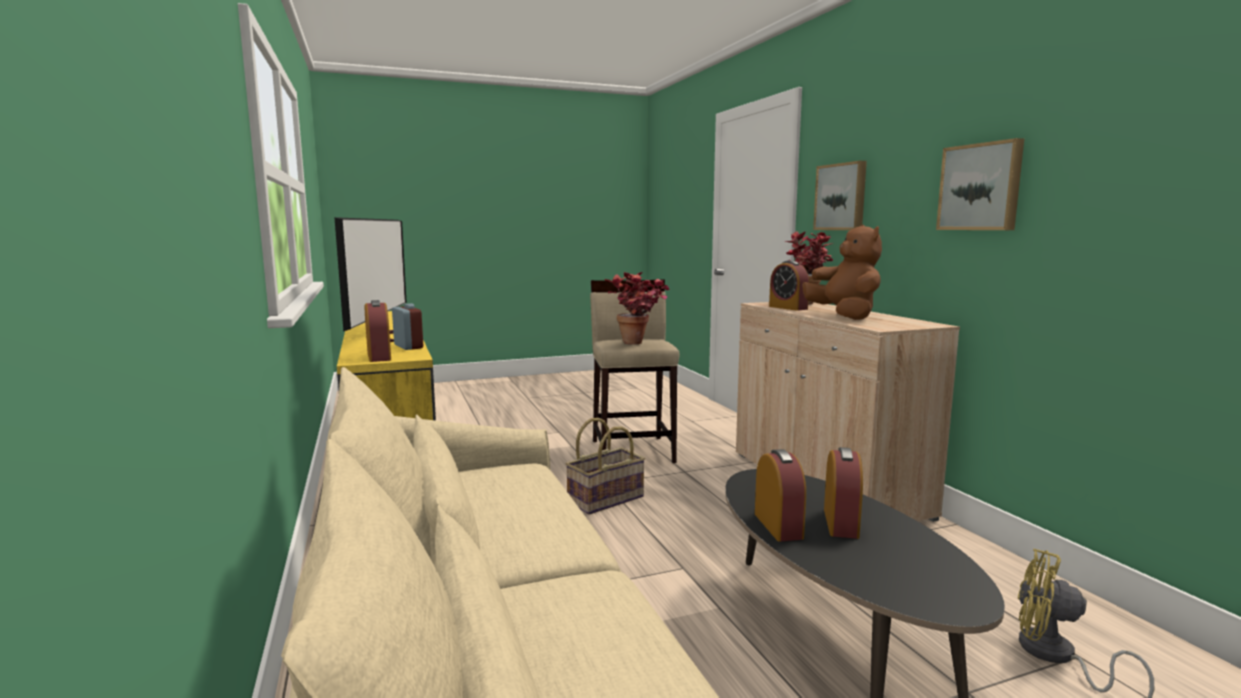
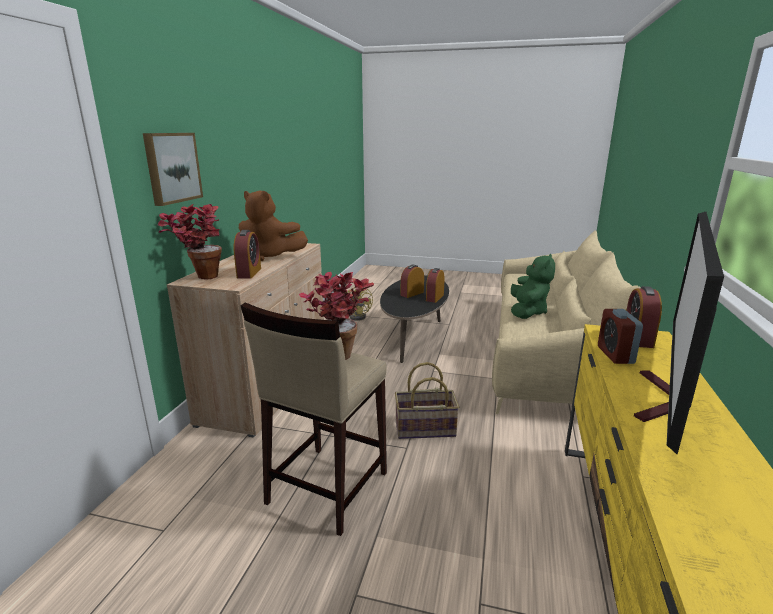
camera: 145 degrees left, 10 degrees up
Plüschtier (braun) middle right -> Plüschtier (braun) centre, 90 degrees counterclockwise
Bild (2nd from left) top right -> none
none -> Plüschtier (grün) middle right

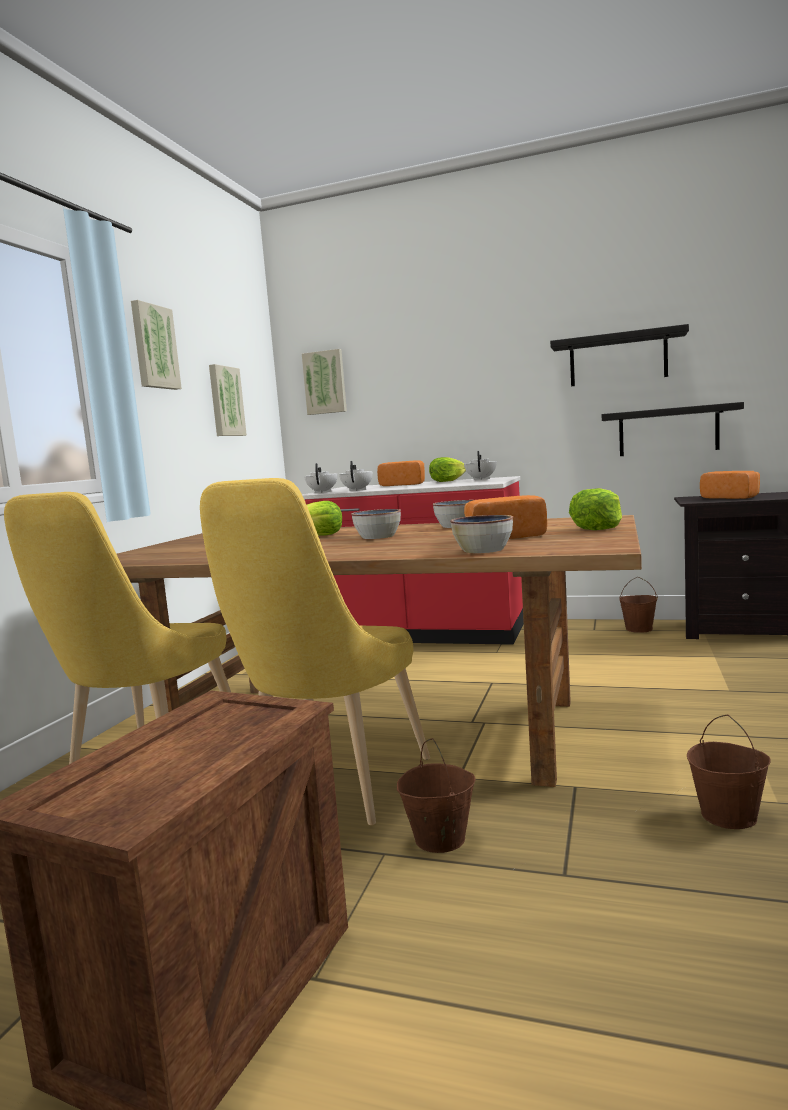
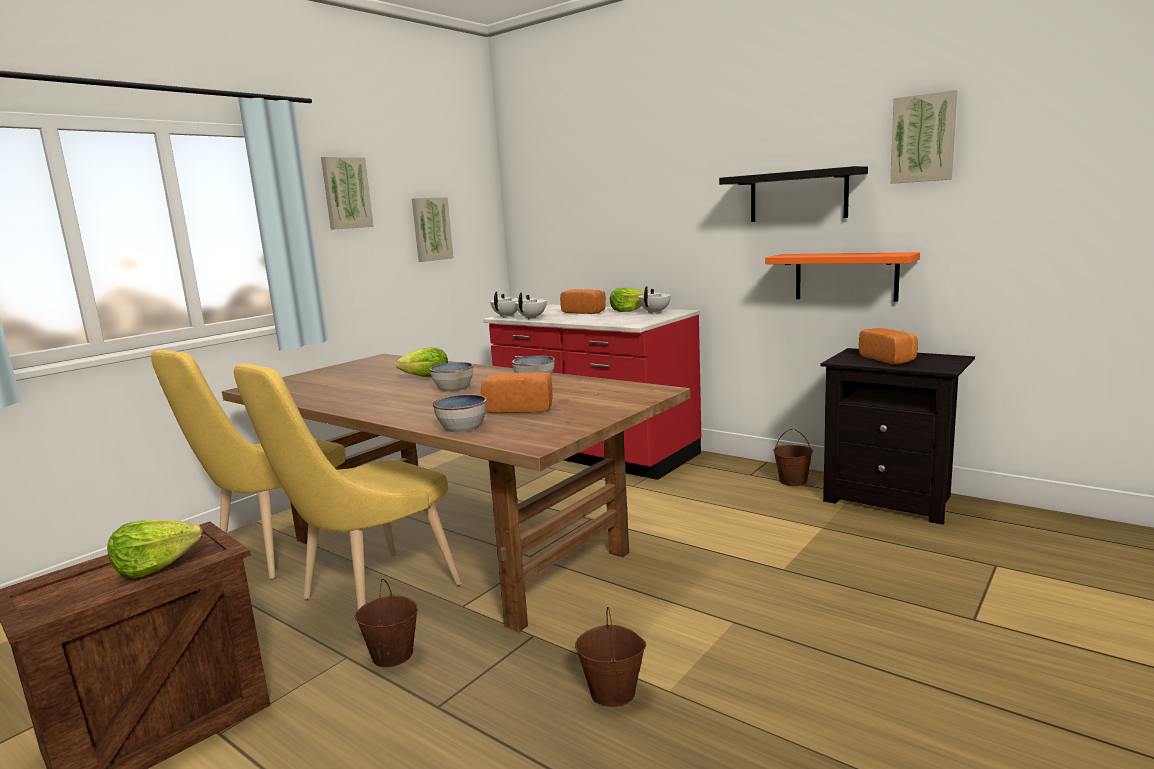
camera: 20 degrees right, 5 degrees up
Bild (3rd from left) centre -> Bild (3rd from left) top right, moved
Salatkopf (3rd from left in the first image) middle right -> Salatkopf (1st from left) bottom left, moved
Wandregal (schwarz) (2nd from left) middle right -> Wandregal (orange) middle right

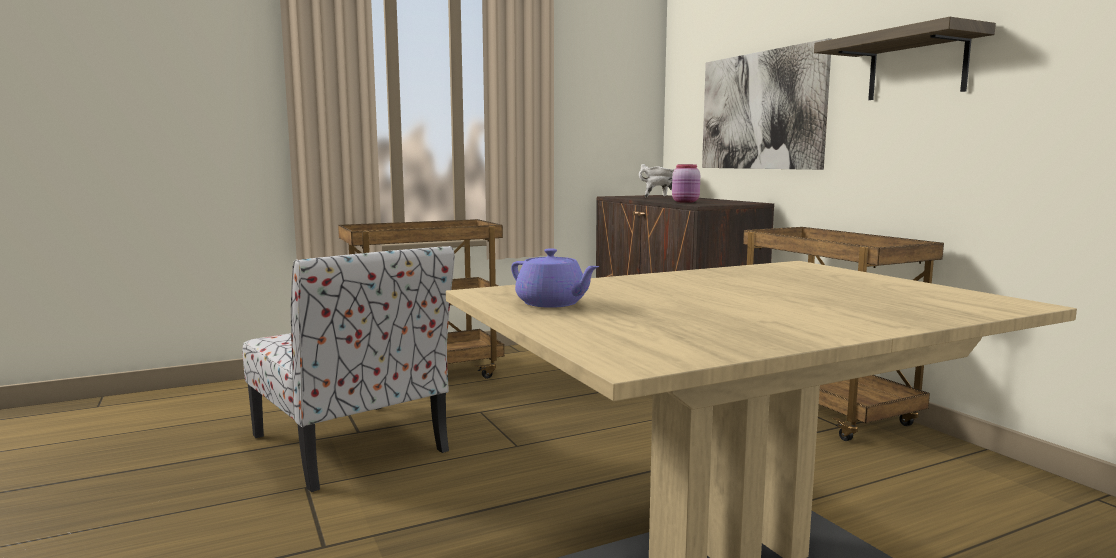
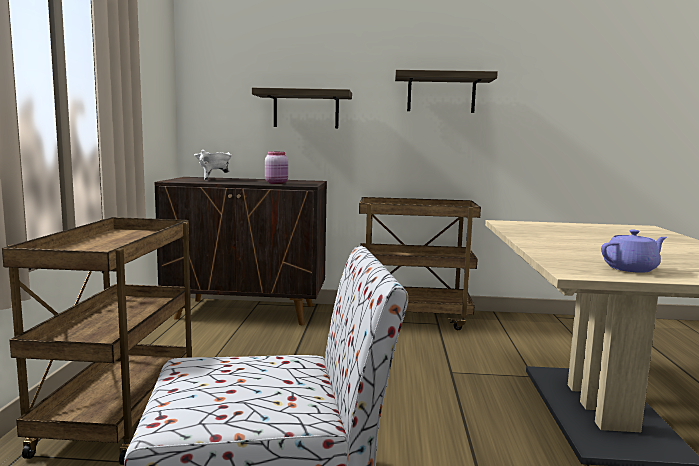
camera: 60 degrees left, 0 degrees up
Bild top right -> Wandregal (1st from left) top centre

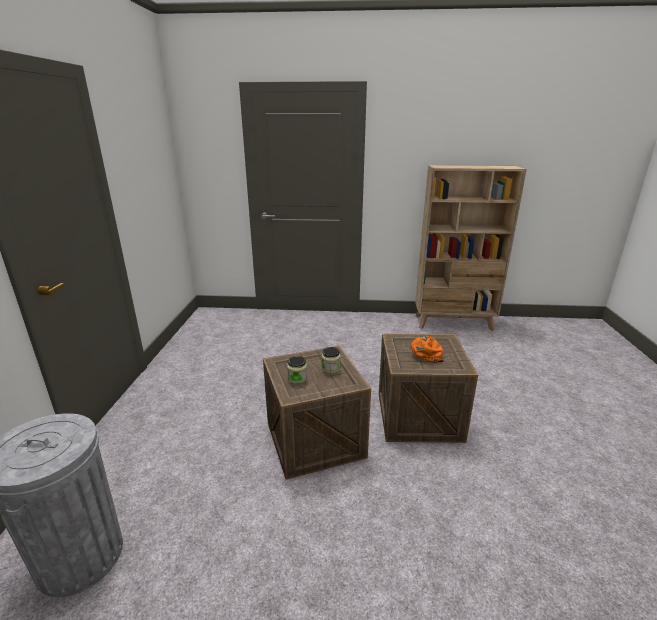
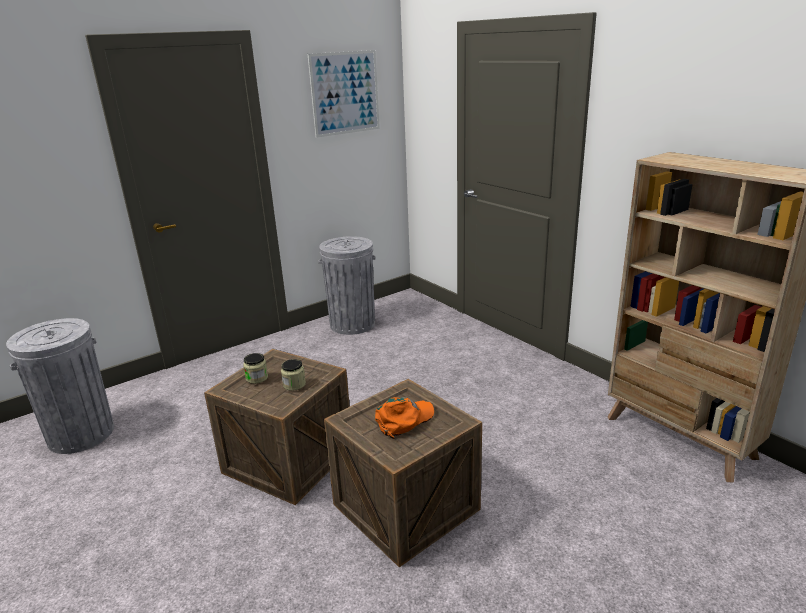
camera: 50 degrees right, 0 degrees up
none -> Bild top centre
none -> Mülleimer (grau) (2nd from left) centre

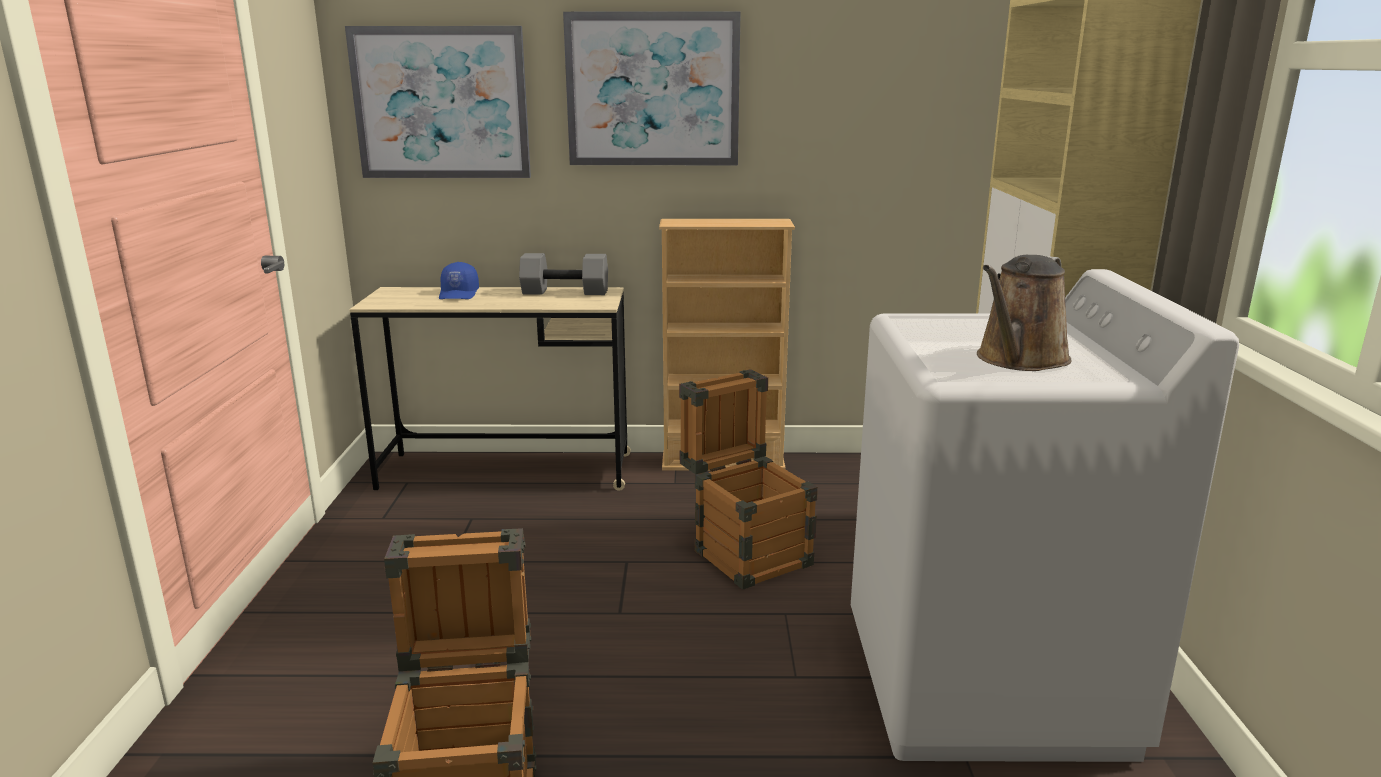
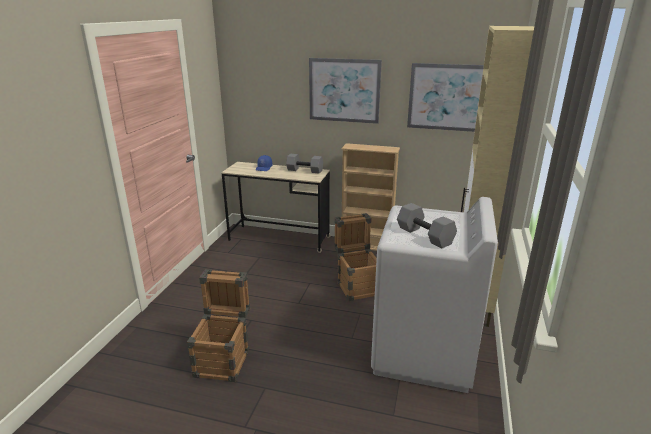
camera: 15 degrees right, 5 degrees up
Bild (1st from left in the first image) top left -> Bild (2nd from left) top right, moved
Gießkanne (braun) middle right -> Hantel (grau) (2nd from left) centre

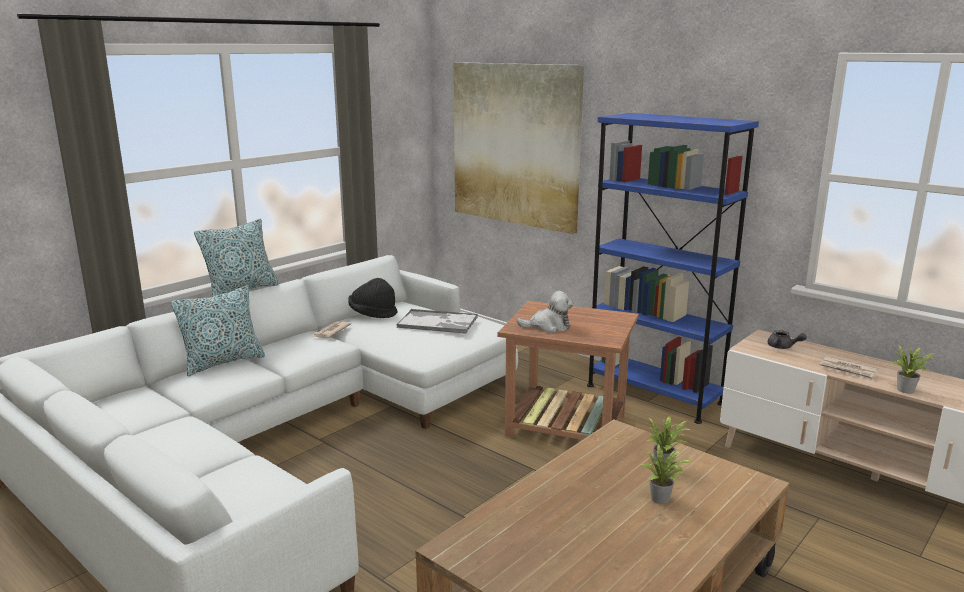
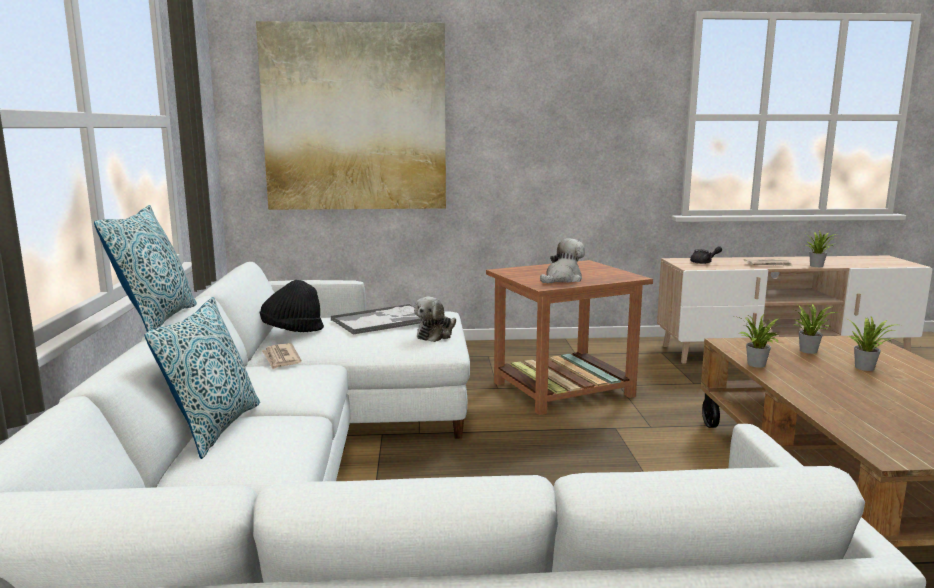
camera: 45 degrees left, 5 degrees down
Bücherregal (blau) middle right -> none
none -> Plüschtier (1st from left) centre
none -> Topfpflanze (1st from left) middle right

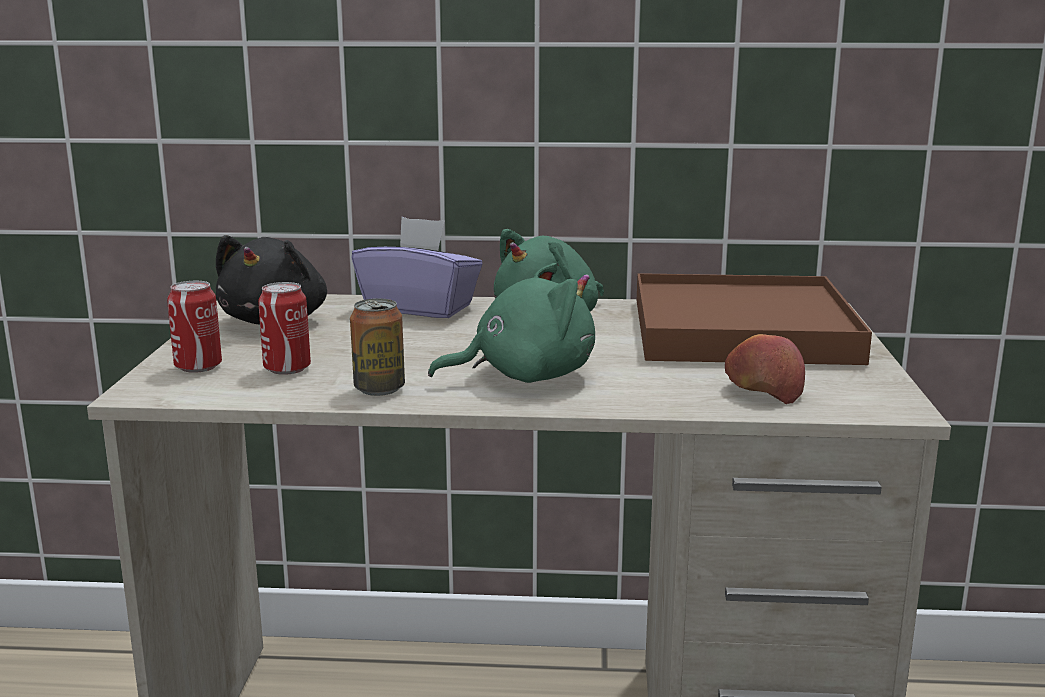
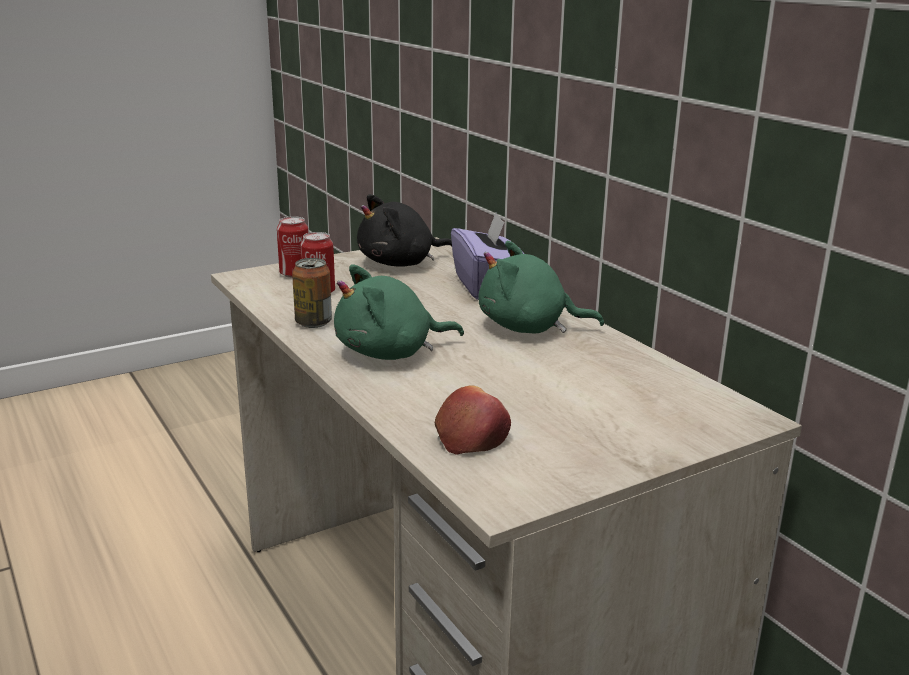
camera: 55 degrees right, 5 degrees up
Plüschtier (grün) (1st from left) centre, 120 degrees clockwise
Tablett (braun) middle right -> none

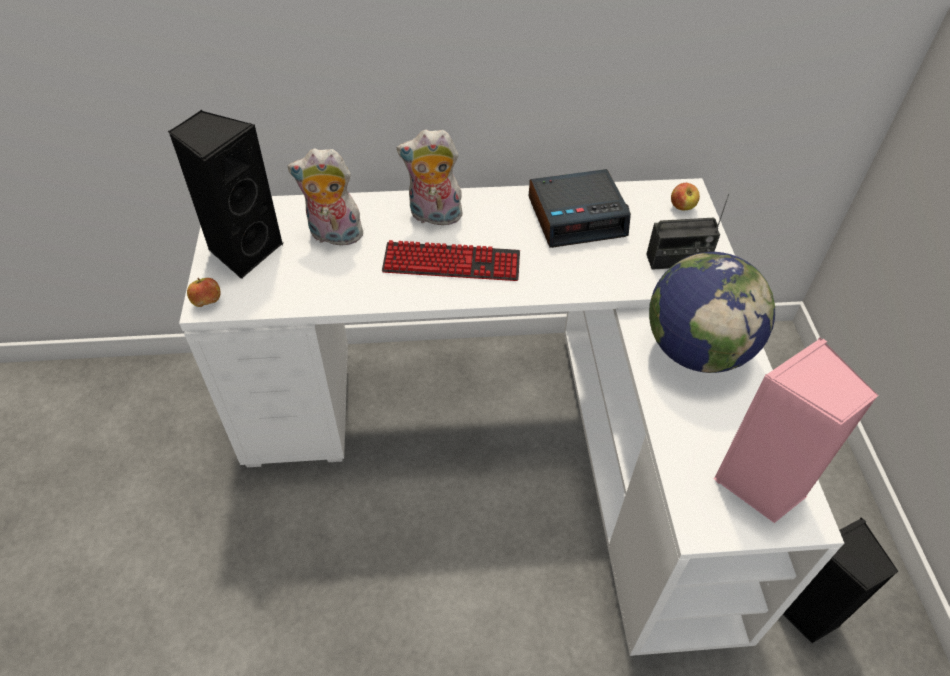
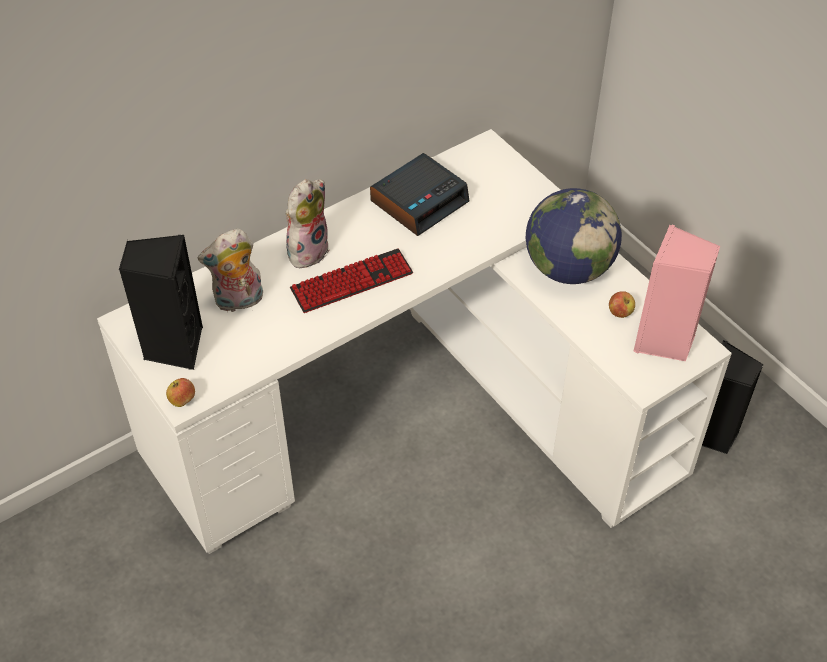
camera: 30 degrees left, 0 degrees up
Plüschtier (2nd from left) top centre -> Plüschtier (2nd from left) centre, 150 degrees clockwise
Radio middle right -> none
Apfel (2nd from left) top right -> Apfel (2nd from left) middle right, moved

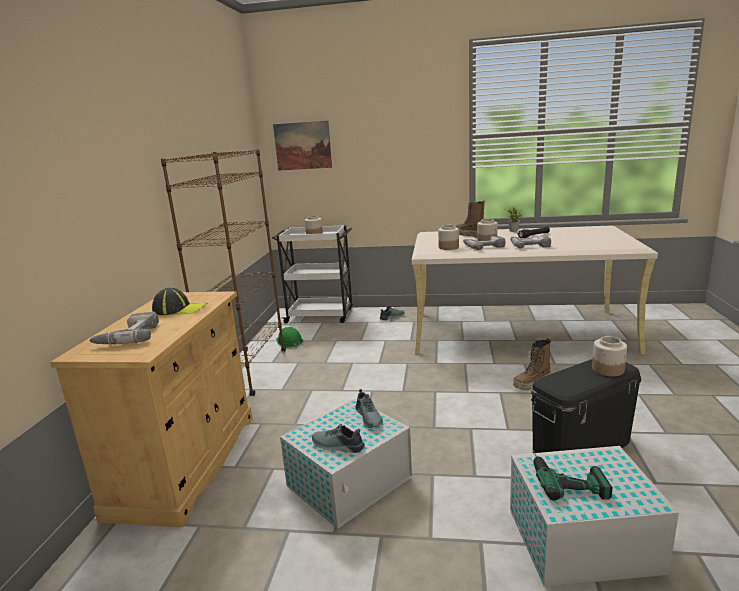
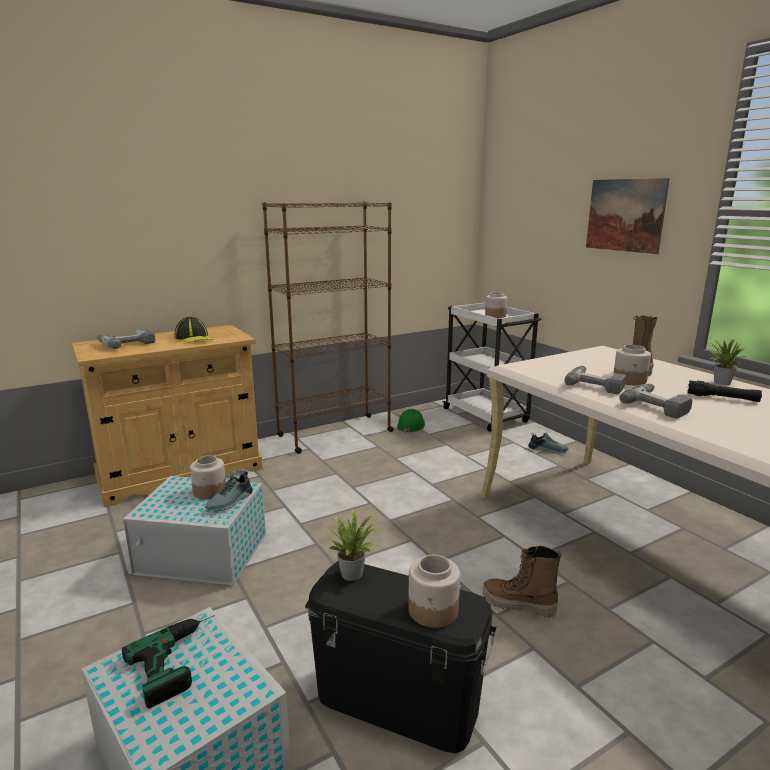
camera: 50 degrees right, 0 degrees up
Bild top centre -> Bild top right, moved
Schuh (1st from left) bottom centre -> none
Vorratsglas (2nd from left in the first image) centre -> Vorratsglas (1st from left) middle left, moved
none -> Topfpflanze (1st from left) bottom centre

